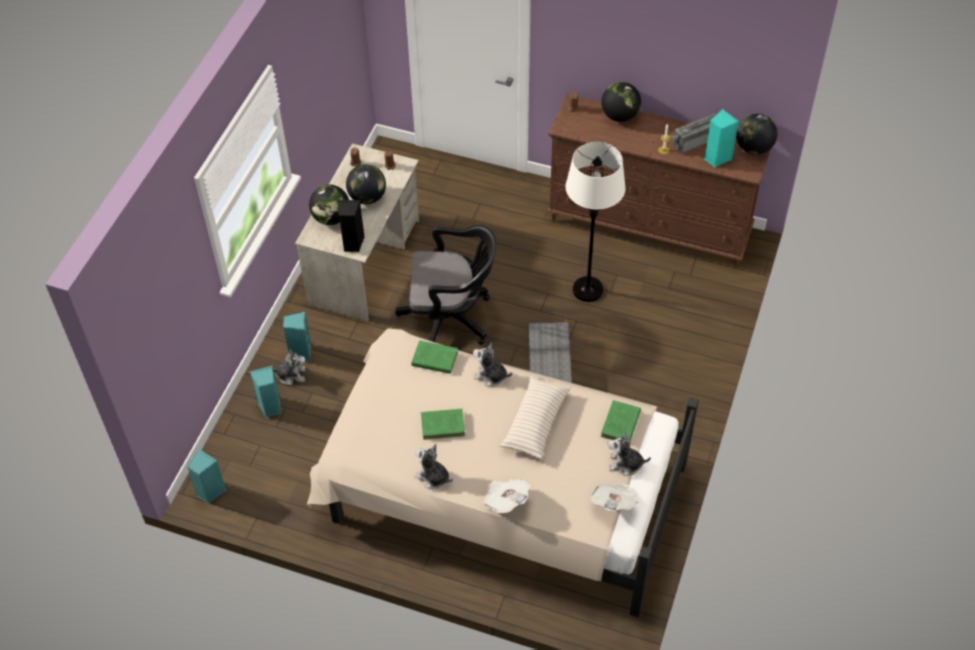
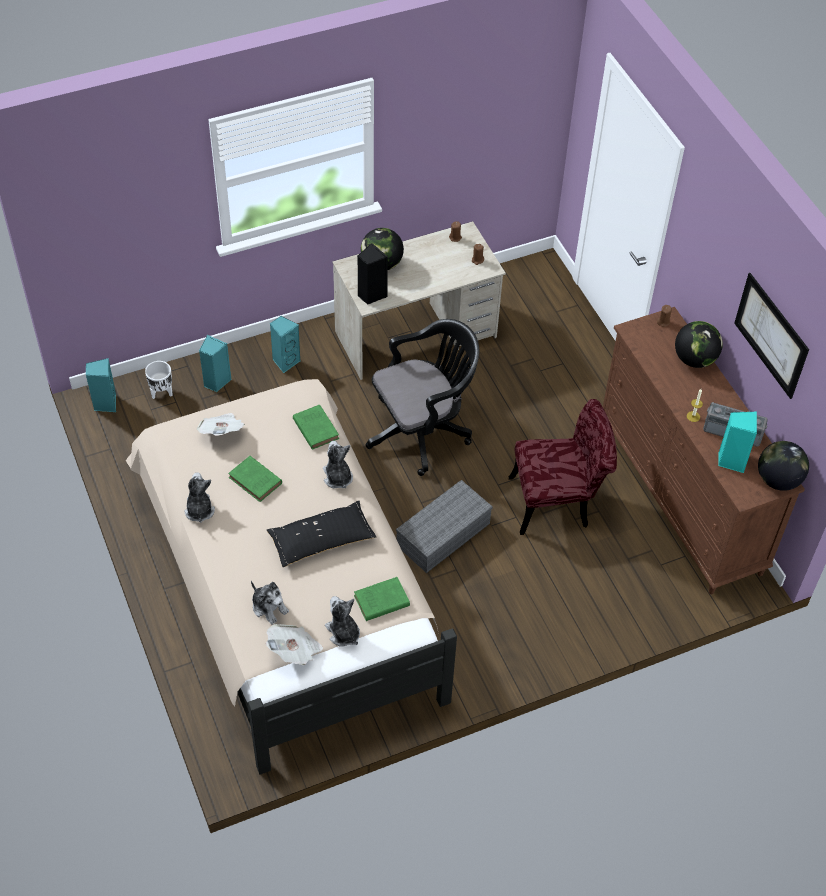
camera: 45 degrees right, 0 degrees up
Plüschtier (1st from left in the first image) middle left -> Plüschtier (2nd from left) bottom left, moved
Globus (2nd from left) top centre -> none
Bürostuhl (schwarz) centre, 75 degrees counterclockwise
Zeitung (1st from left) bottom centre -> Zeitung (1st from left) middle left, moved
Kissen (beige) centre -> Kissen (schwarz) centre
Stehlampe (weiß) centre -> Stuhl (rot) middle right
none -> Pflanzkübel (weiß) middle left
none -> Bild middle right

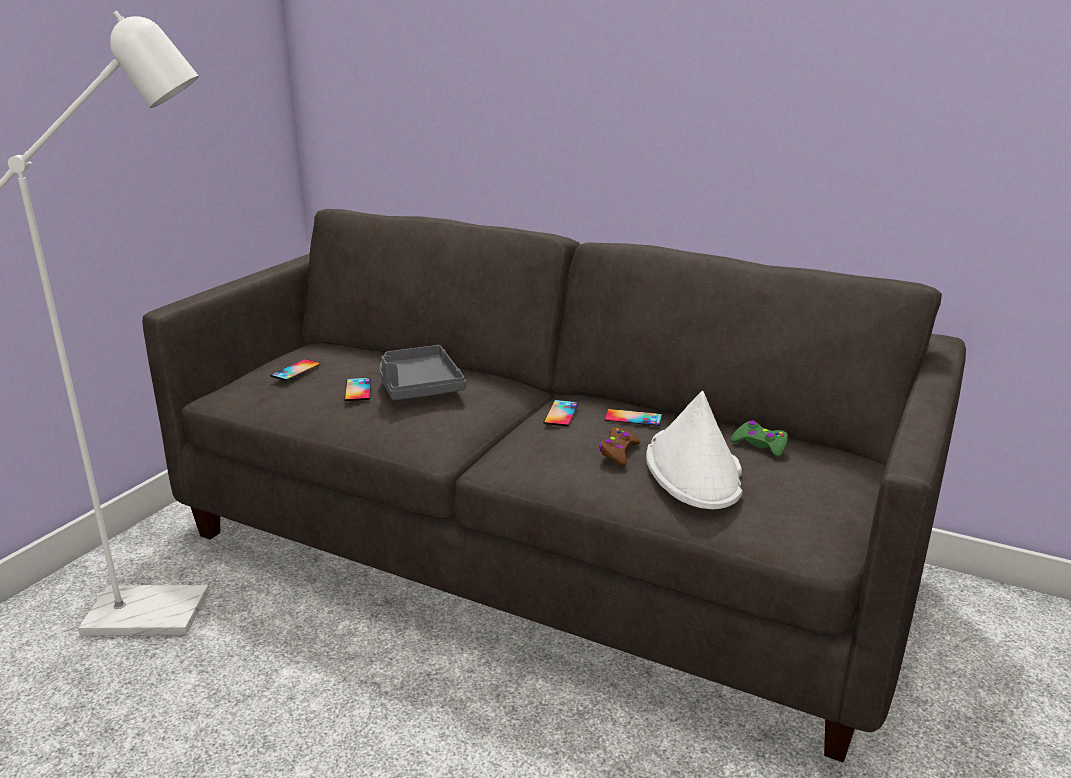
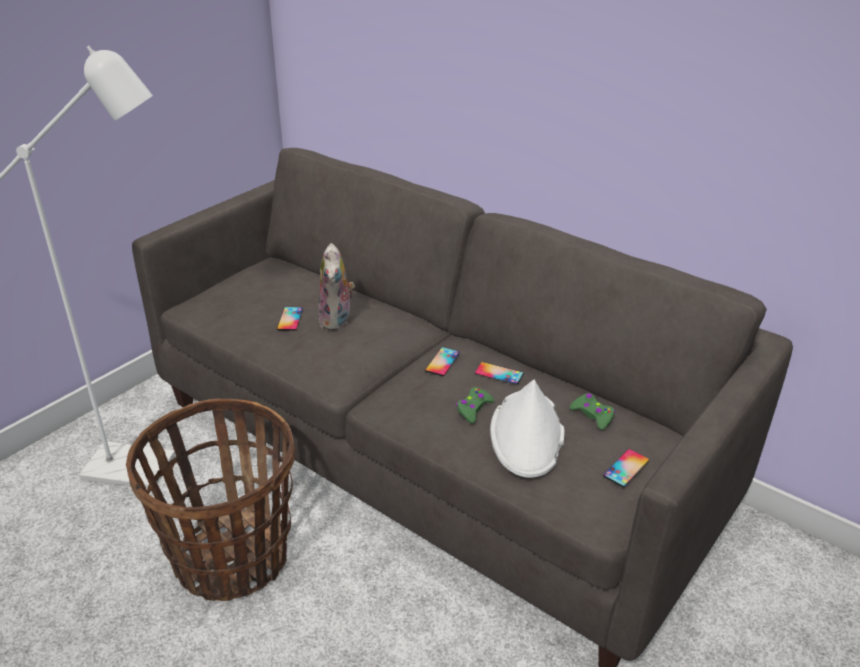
camera: 10 degrees right, 10 degrees up
Handy (1st from left in the first image) middle left -> Handy (4th from left) bottom right, moved
Tablett (grau) centre -> Plüschtier centre
Gamepad (braun) centre -> Gamepad (grün) (1st from left) centre
none -> Korb bottom left

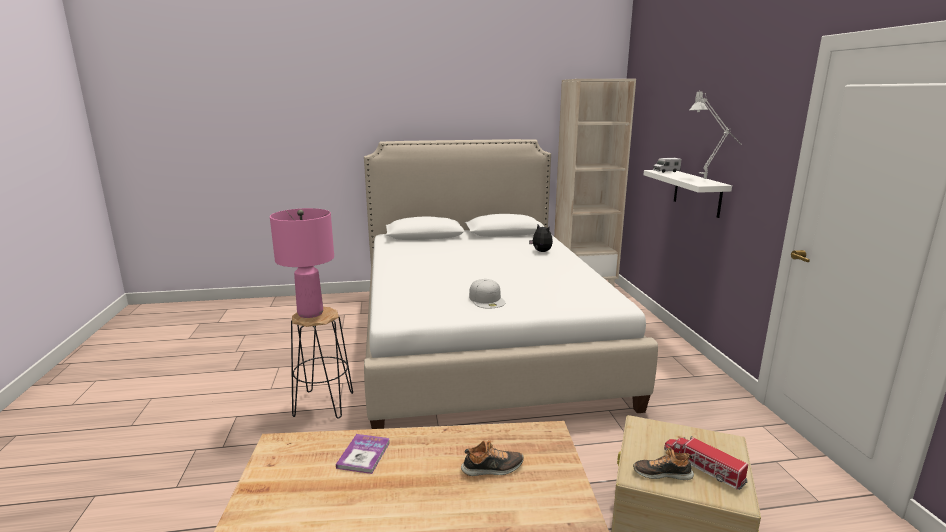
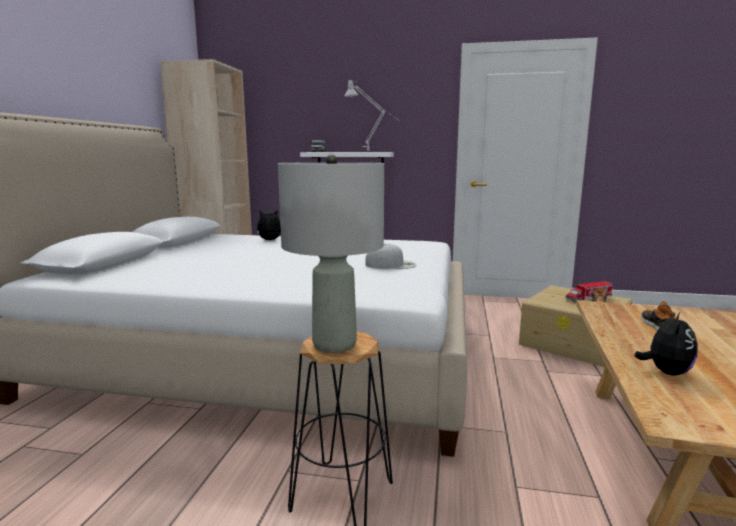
camera: 70 degrees left, 5 degrees down
Tischlampe (rosa) middle left -> Tischlampe (grau) (1st from left) centre
Buch bottom centre -> Plüschtier (2nd from left) middle right

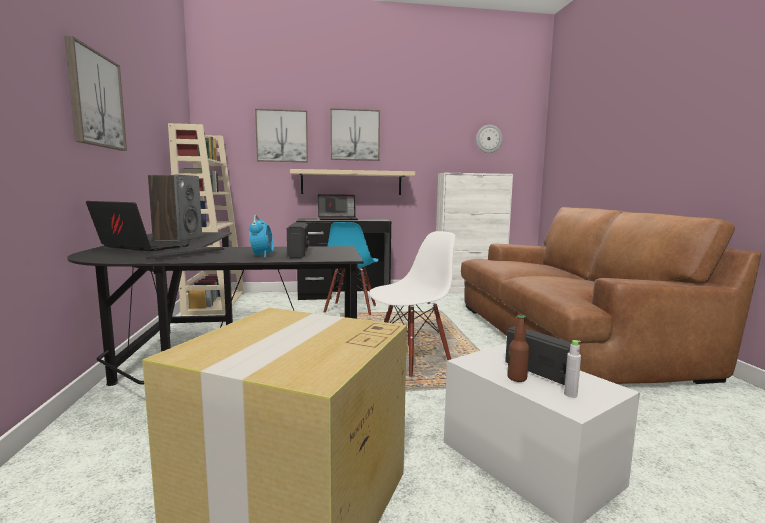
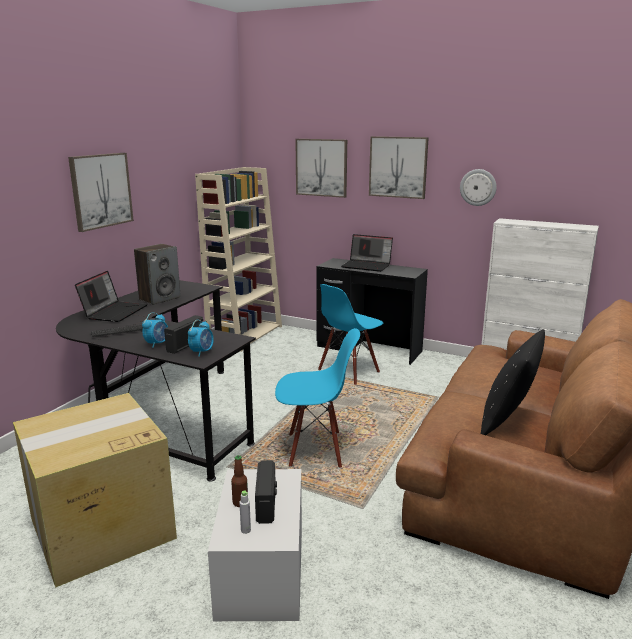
camera: 35 degrees right, 10 degrees up
Laptop (1st from left) middle left, 45 degrees clockwise
Wandregal (beige) centre -> none
Stuhl (weiß) centre -> Stuhl (blau) (1st from left) centre
Wanduhr top centre -> Wanduhr top right, moved
none -> Wecker (2nd from left) middle left
none -> Kissen (schwarz) middle right

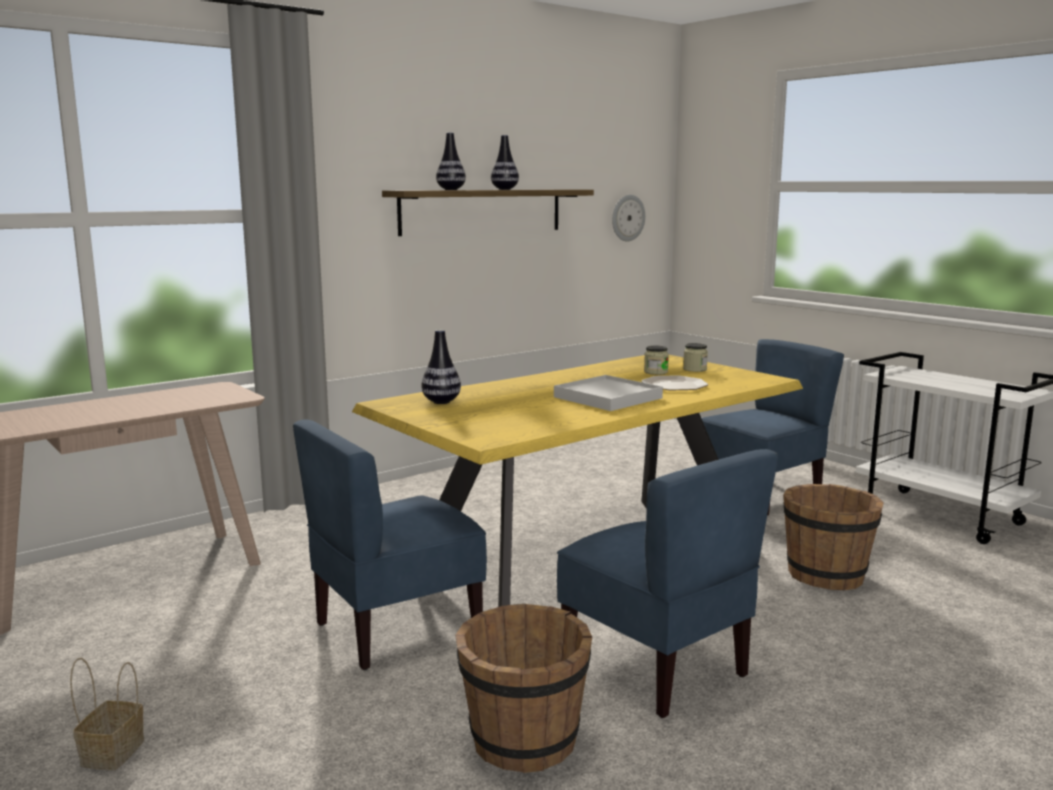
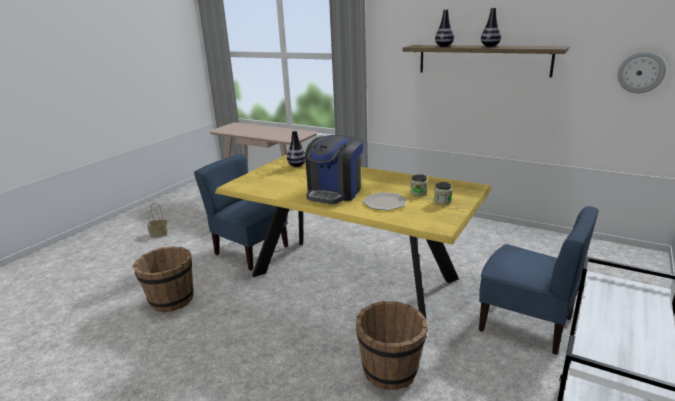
camera: 70 degrees right, 10 degrees up
Tablett (weiß) centre -> Kaffeemaschine centre
Stuhl (blau) (2nd from left) bottom centre -> none

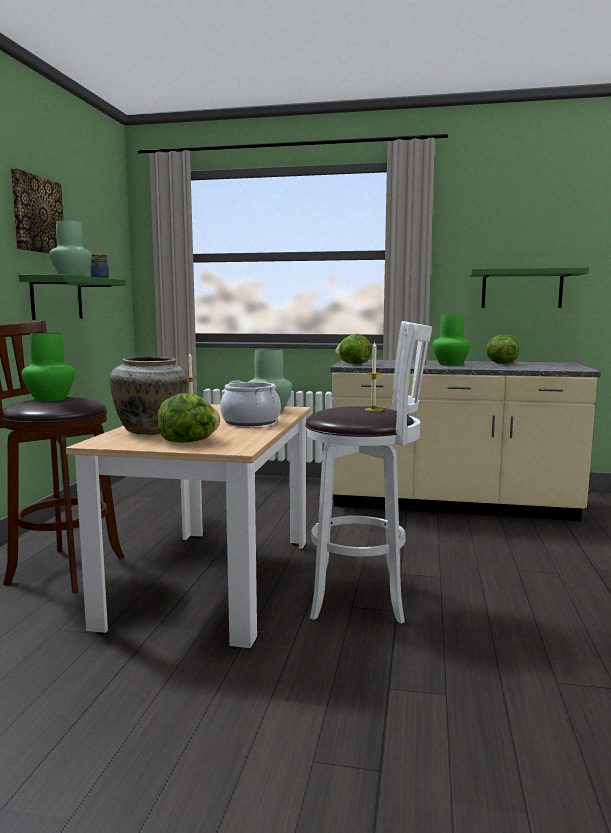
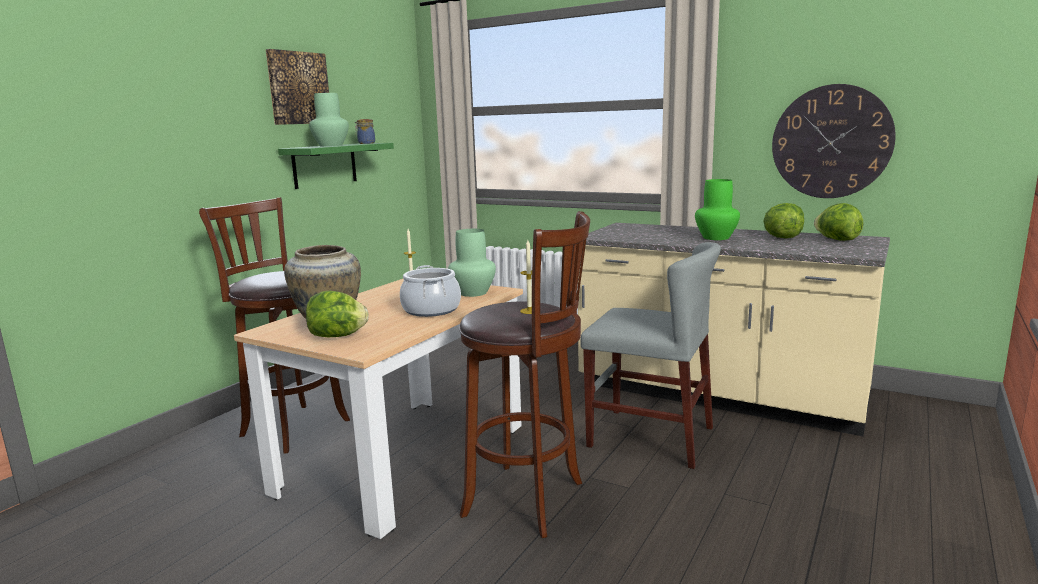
camera: 20 degrees right, 5 degrees up
Vase (grün) (1st from left) middle left -> none
Hocker (weiß) centre -> Hocker (braun) (2nd from left) centre
Salatkopf (2nd from left in the first image) centre -> Salatkopf (3rd from left) middle right, moved
Wandregal (grün) (2nd from left) middle right -> Wanduhr top right
none -> Stuhl (grau) centre

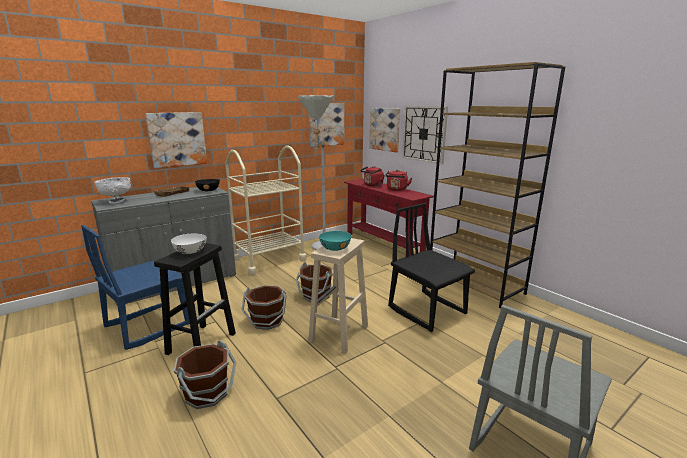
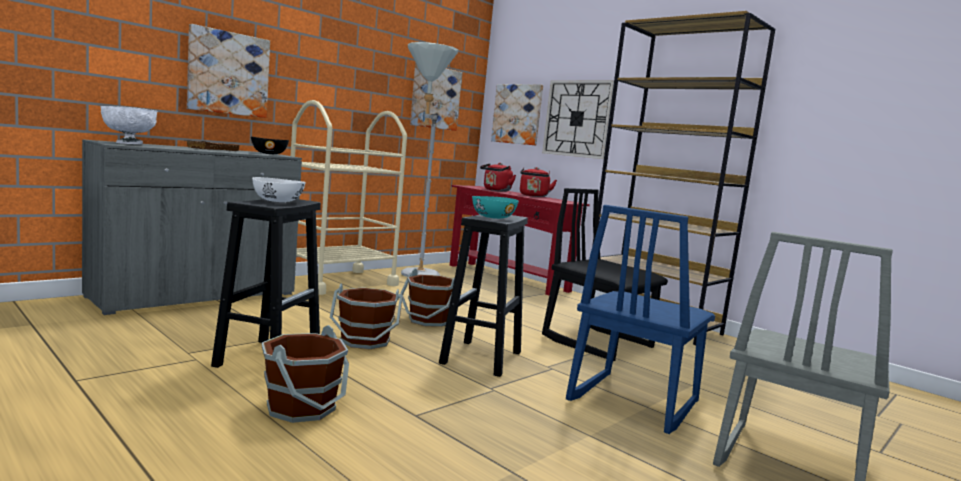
camera: 10 degrees left, 10 degrees down
Stuhl (blau) middle left -> Stuhl (blau) centre, moved
Hocker (beige) centre -> Hocker (schwarz) (2nd from left) centre

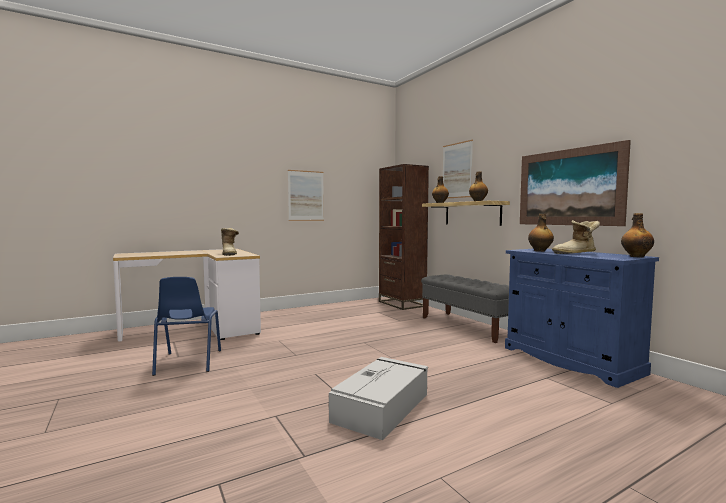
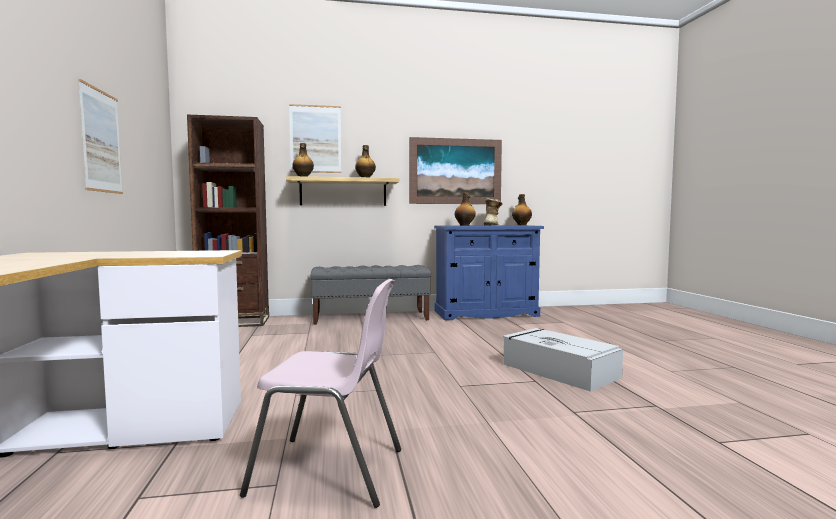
camera: 70 degrees left, 0 degrees up
Stuhl (blau) middle left -> Stuhl (rosa) bottom centre
Stiefel (1st from left) middle left -> none

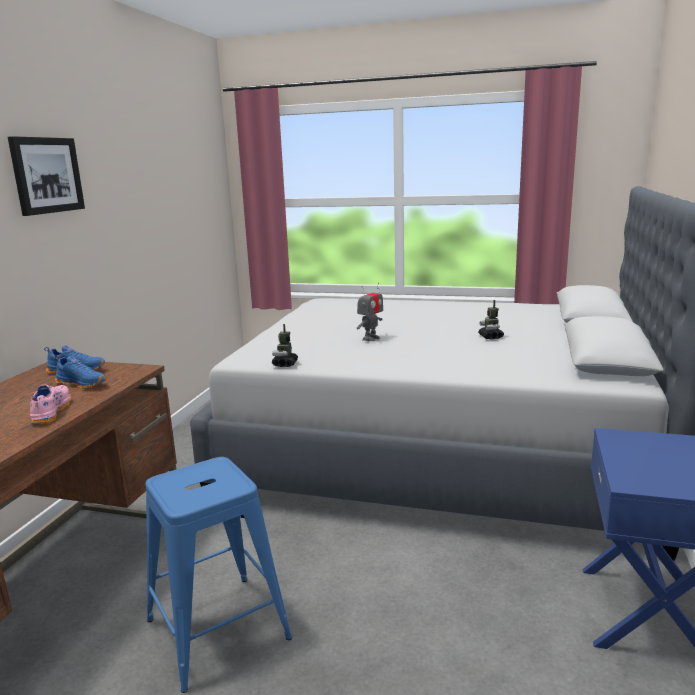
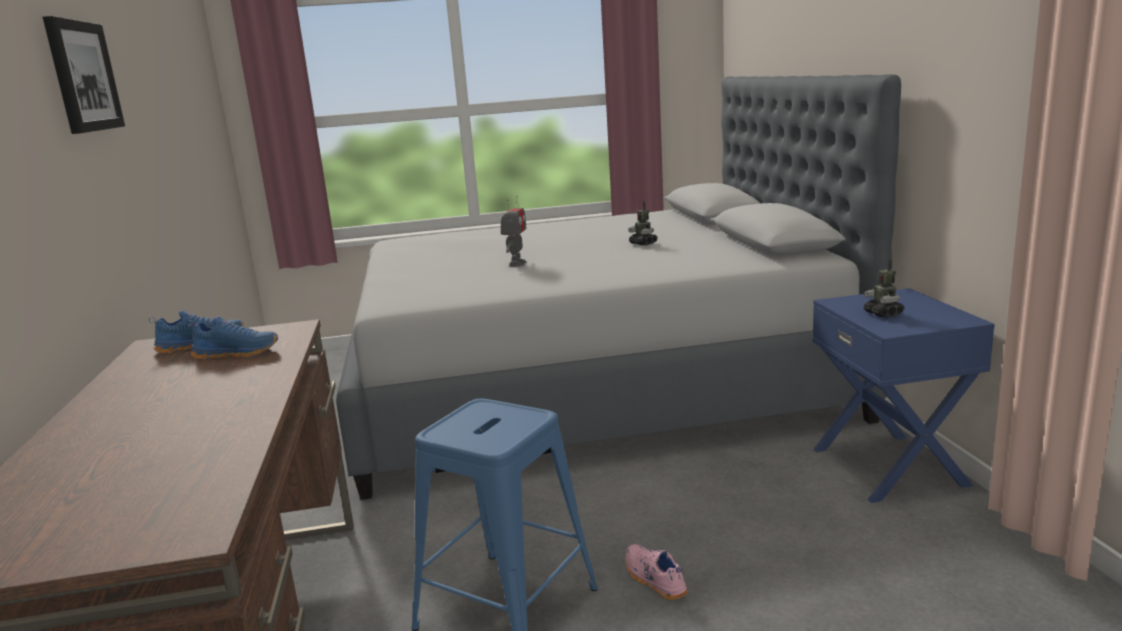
camera: 25 degrees left, 0 degrees up
Schuh (rosa) middle left -> Schuh (rosa) bottom centre, moved
Spielzeugroboter (1st from left in the first image) centre -> Spielzeugroboter (3rd from left) middle right, moved

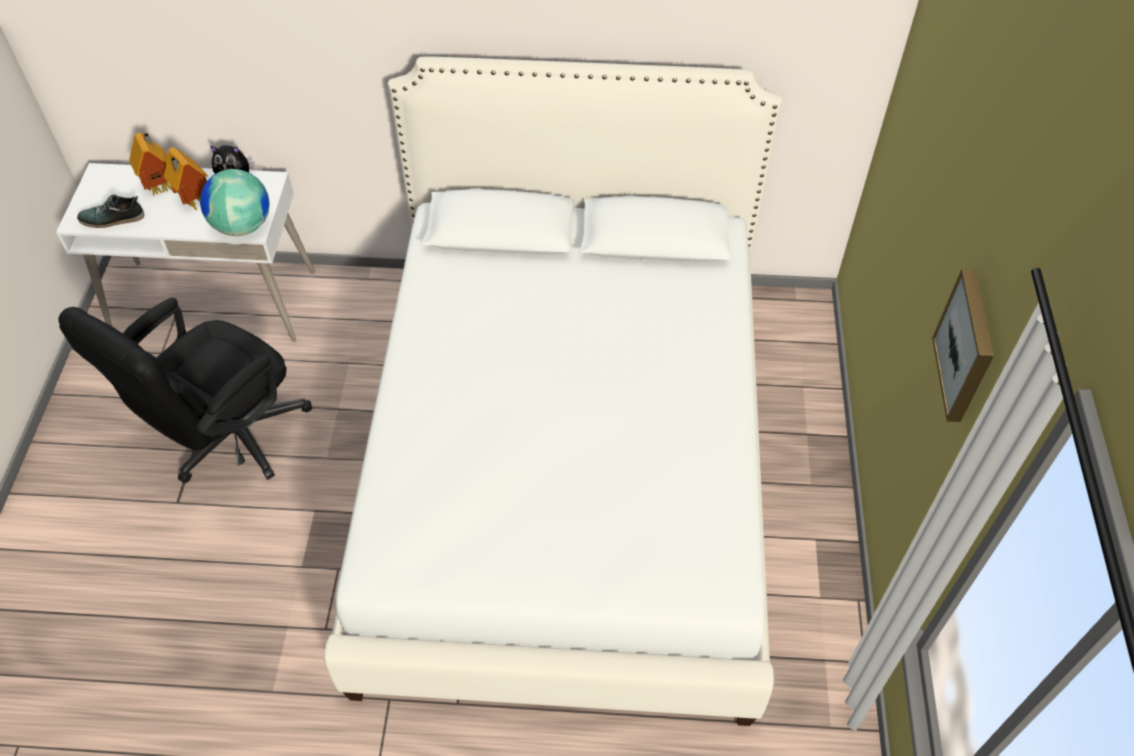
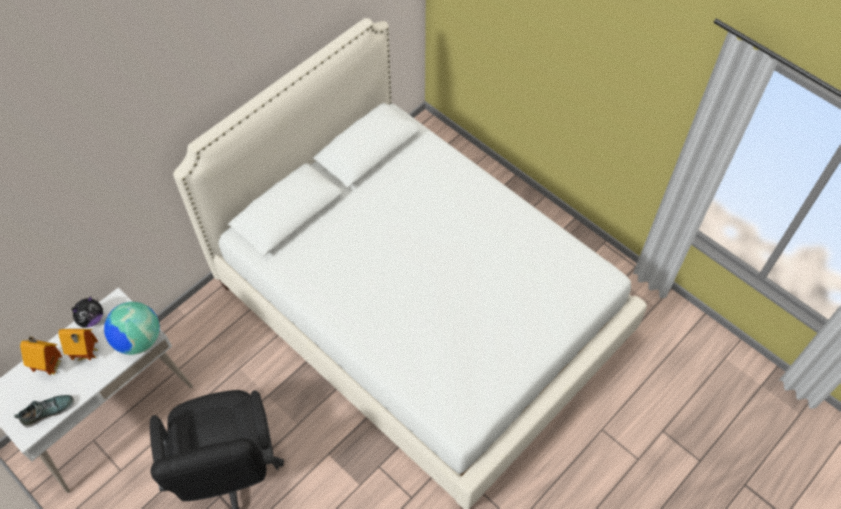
camera: 50 degrees left, 5 degrees up
Schuh top left -> Schuh bottom left, 150 degrees counterclockwise
Bild middle right -> none

